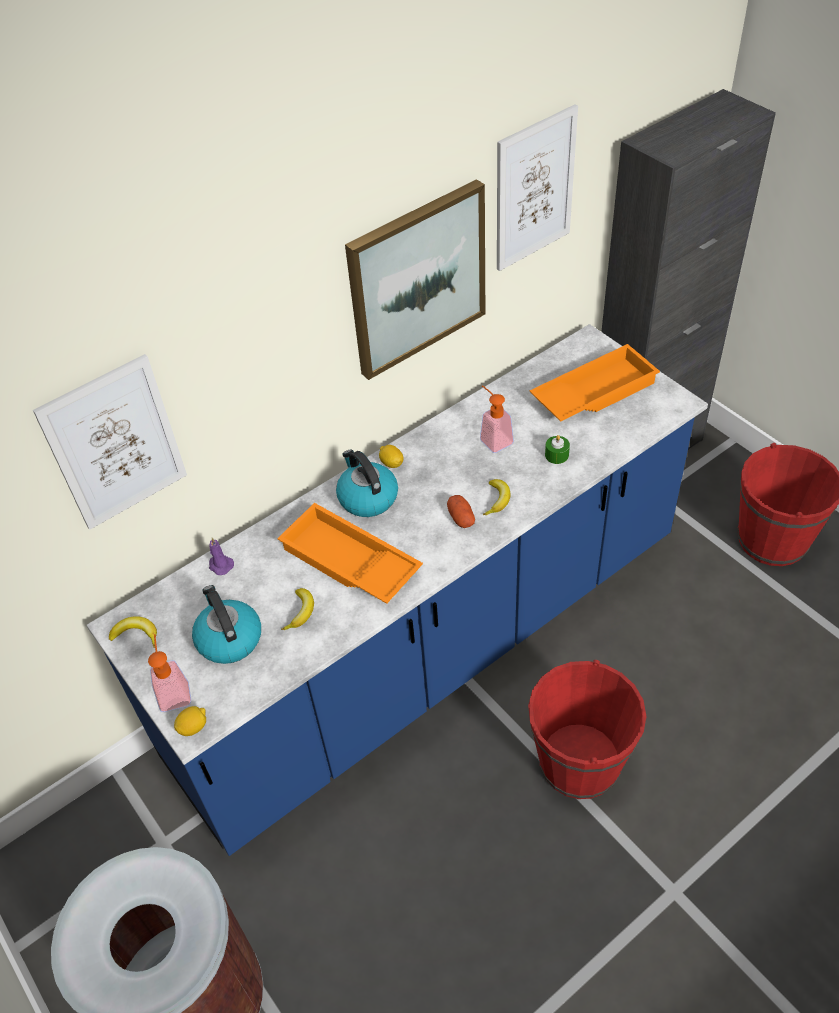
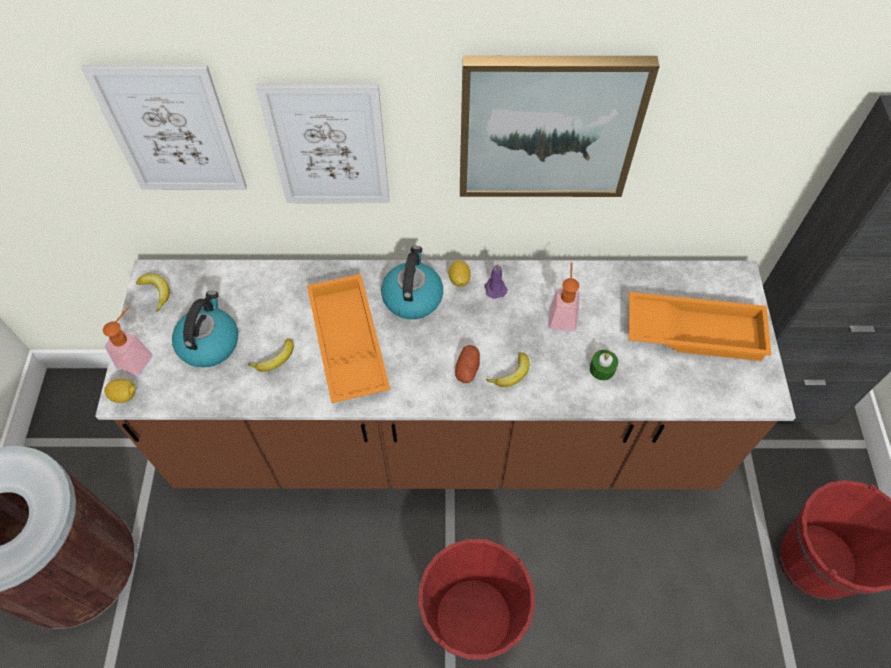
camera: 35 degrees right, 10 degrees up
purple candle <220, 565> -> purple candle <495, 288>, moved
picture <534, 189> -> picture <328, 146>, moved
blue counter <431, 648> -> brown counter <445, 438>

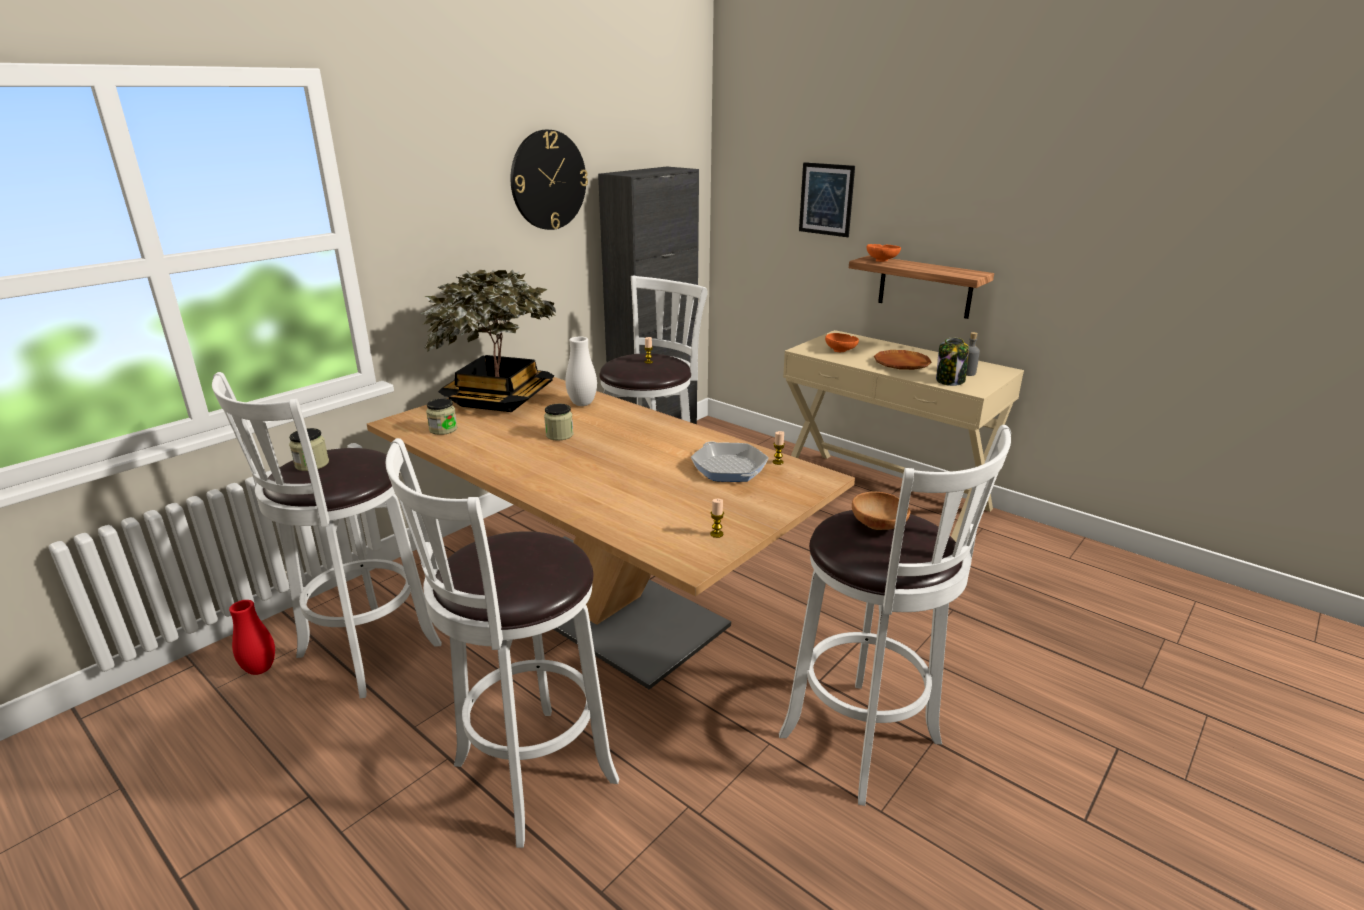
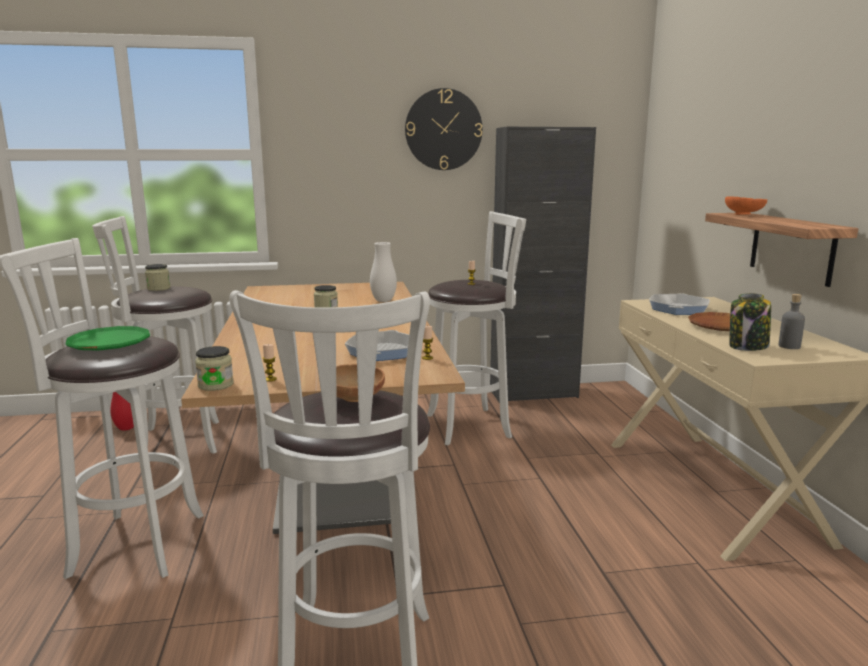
camera: 40 degrees right, 10 degrees down
potted plant <500, 399> -> none
picture <826, 199> -> none
none -> green plate <109, 344>
jar <443, 429> -> jar <215, 385>, moved
orange bowl <841, 351> -> frying pan <678, 309>

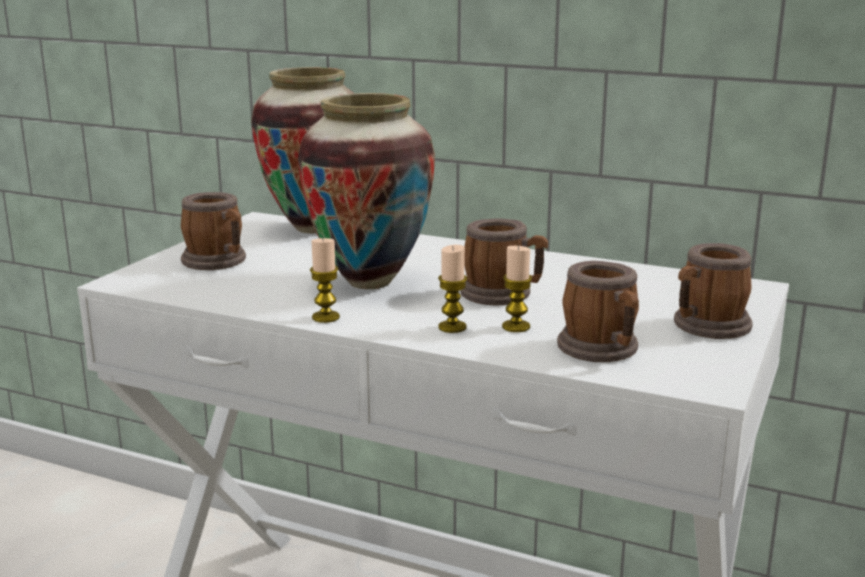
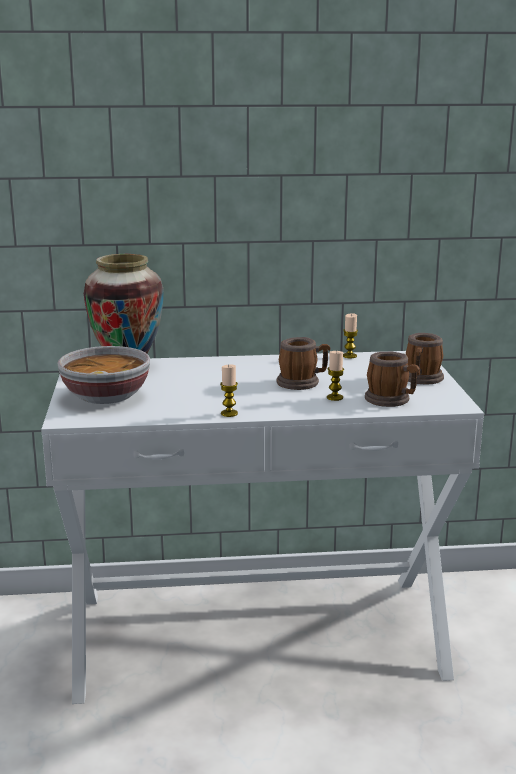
camera: 30 degrees left, 0 degrees up
vase <369, 282> -> none
candle <452, 327> -> candle <349, 356>, moved
mug <218, 262> -> bowl <106, 396>

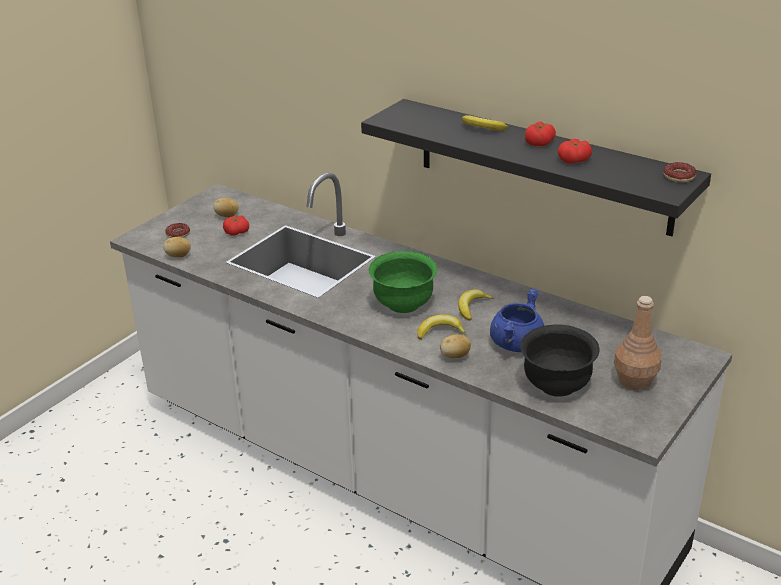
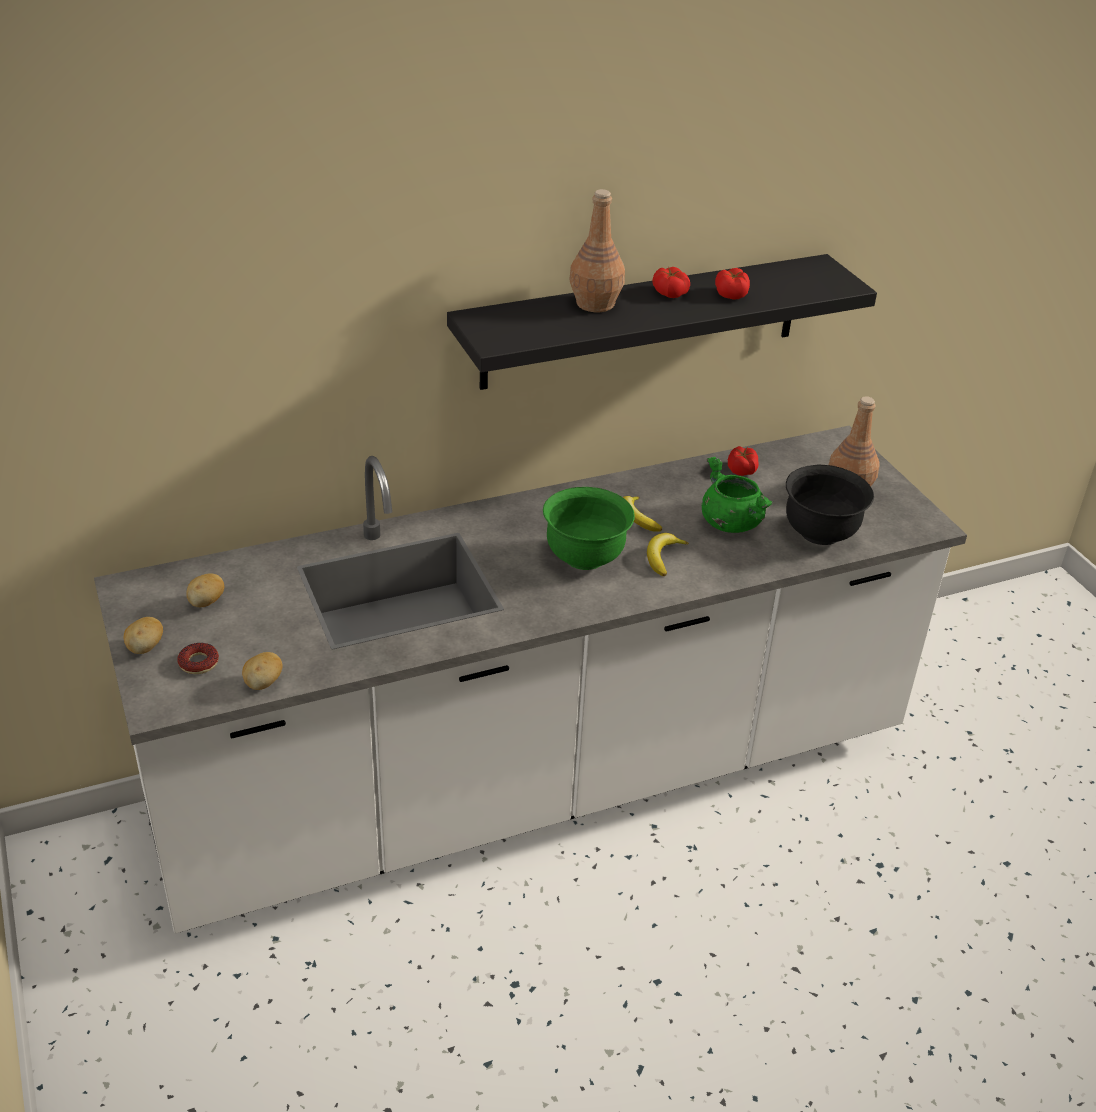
camera: 60 degrees left, 5 degrees up
donut <679, 176> -> none
tomato <236, 232> -> tomato <741, 469>, moved
potato <455, 356> -> potato <145, 648>, moved
banana <482, 128> -> brown bottle <595, 304>
blue cooking pot <516, 344> -> green cooking pot <730, 523>

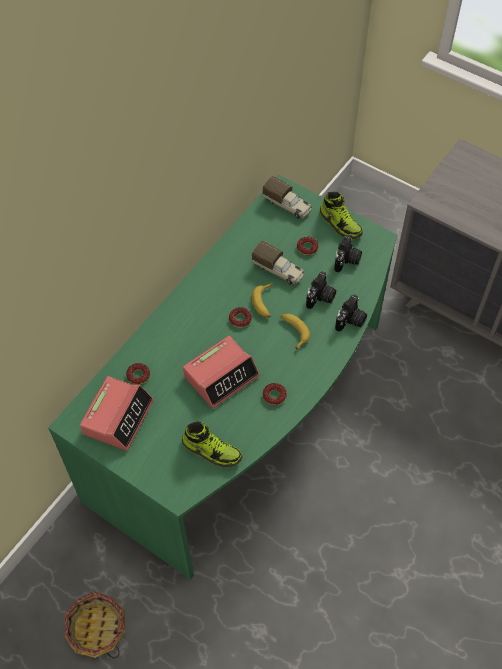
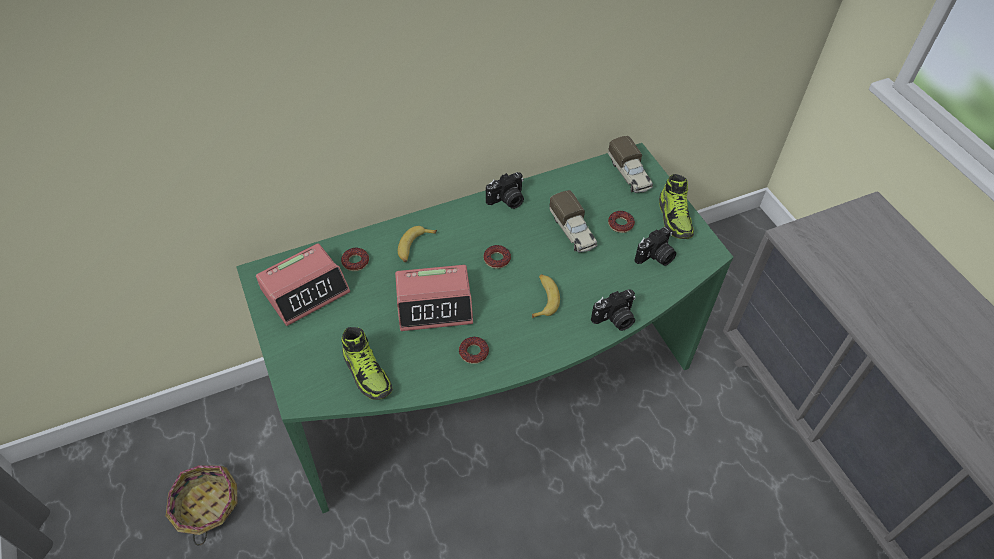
camera: 30 degrees right, 5 degrees down
banana <264, 303> -> banana <414, 247>, moved
photo camera <321, 298> -> photo camera <507, 200>, moved

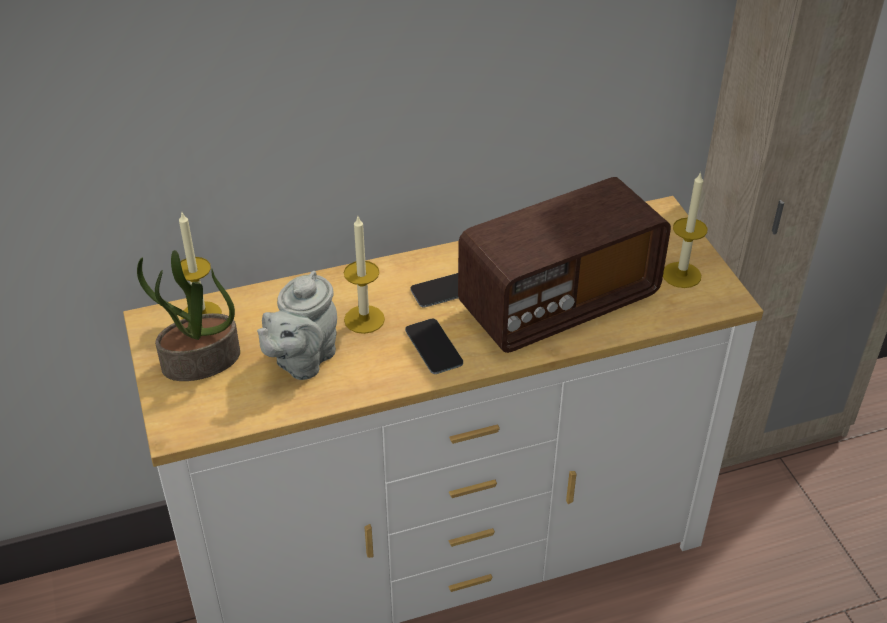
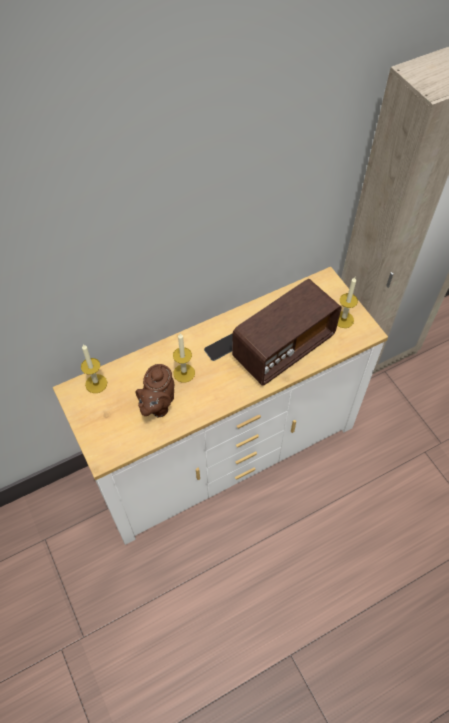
camera: 10 degrees left, 15 degrees up
potted plant <200, 362> -> none
phone <433, 347> -> none
grey teapot <302, 360> -> brown teapot <157, 404>

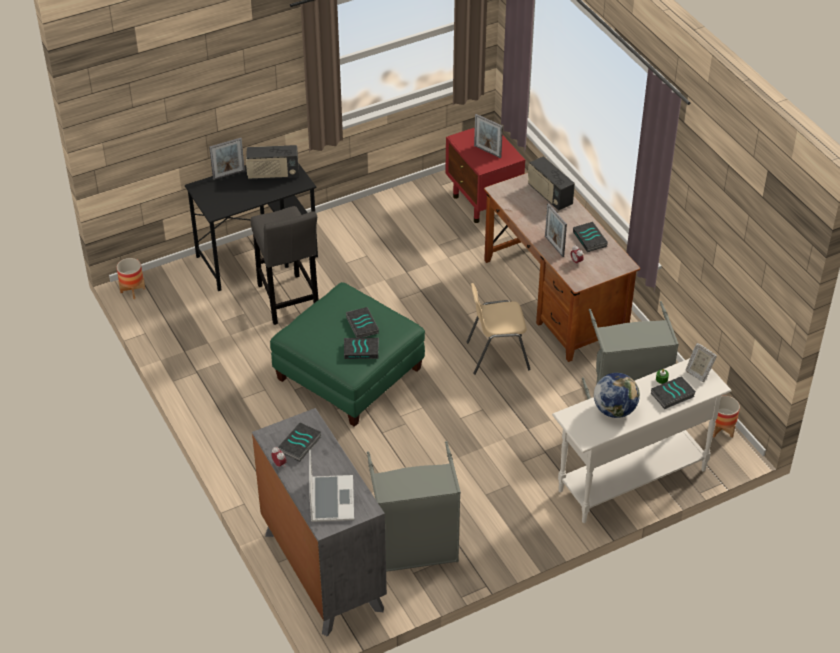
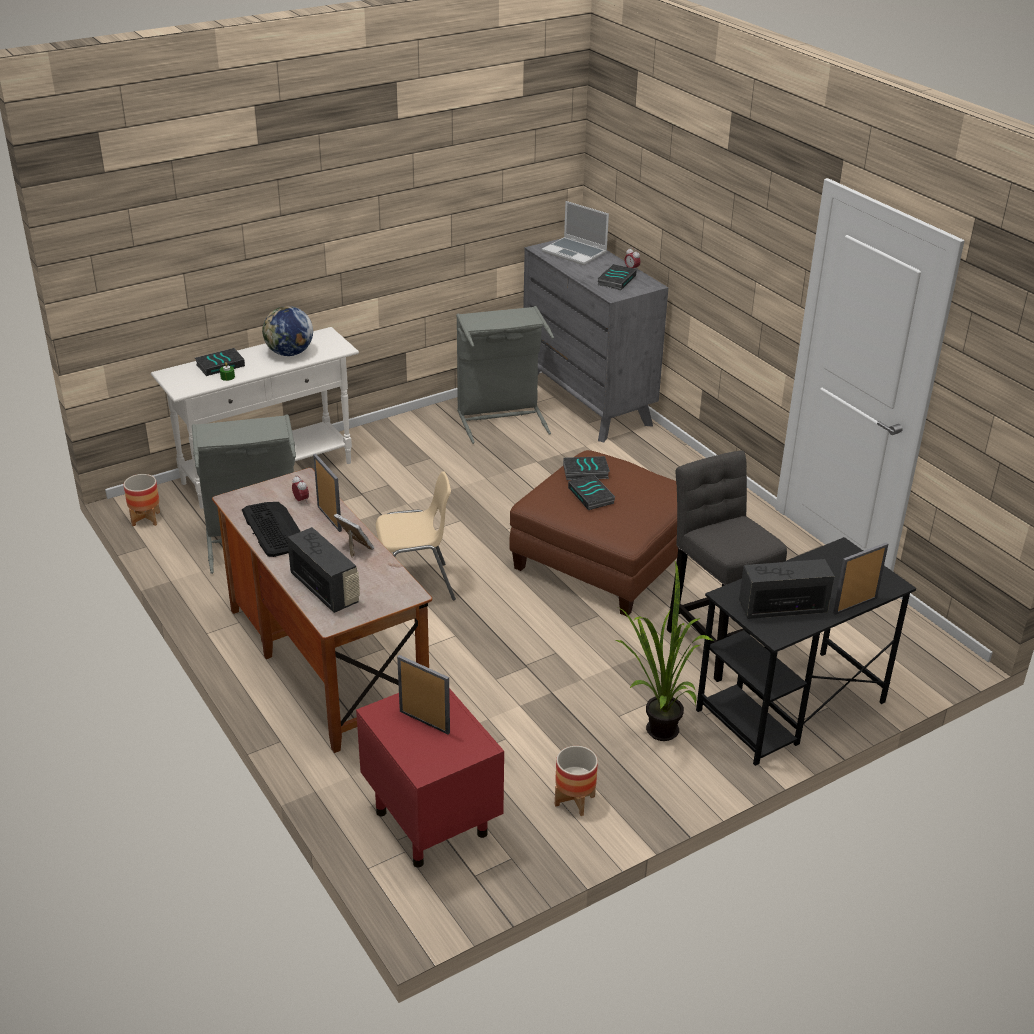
camera: 175 degrees right, 10 degrees down
none -> potted plant <654, 732>
planter <133, 290> -> planter <574, 801>, moved
picture frame <698, 372> -> picture frame <355, 549>, moved
book <590, 239> -> keyboard <273, 529>
green ottoman <348, 373> -> brown ottoman <605, 559>
laptop <331, 499> -> laptop <575, 252>, 45 degrees counterclockwise

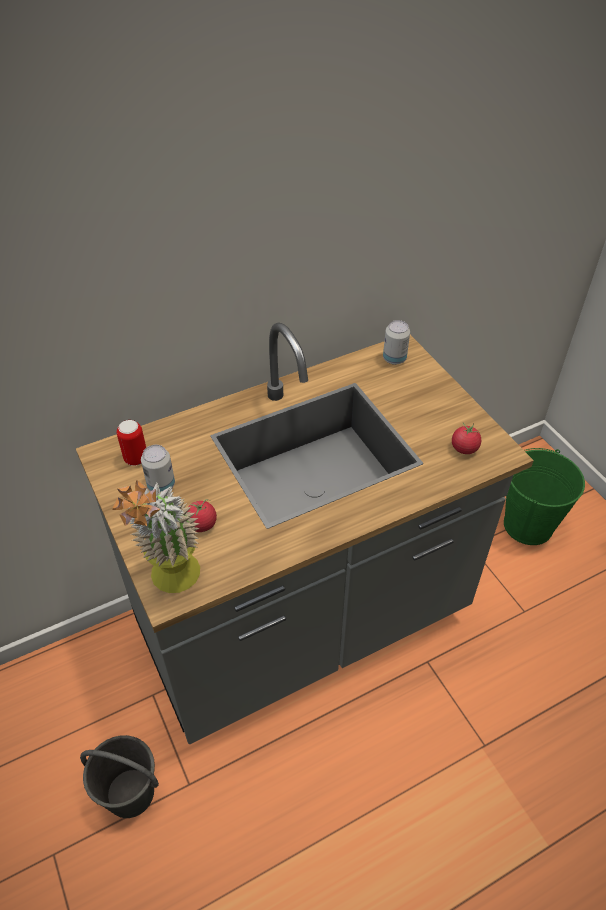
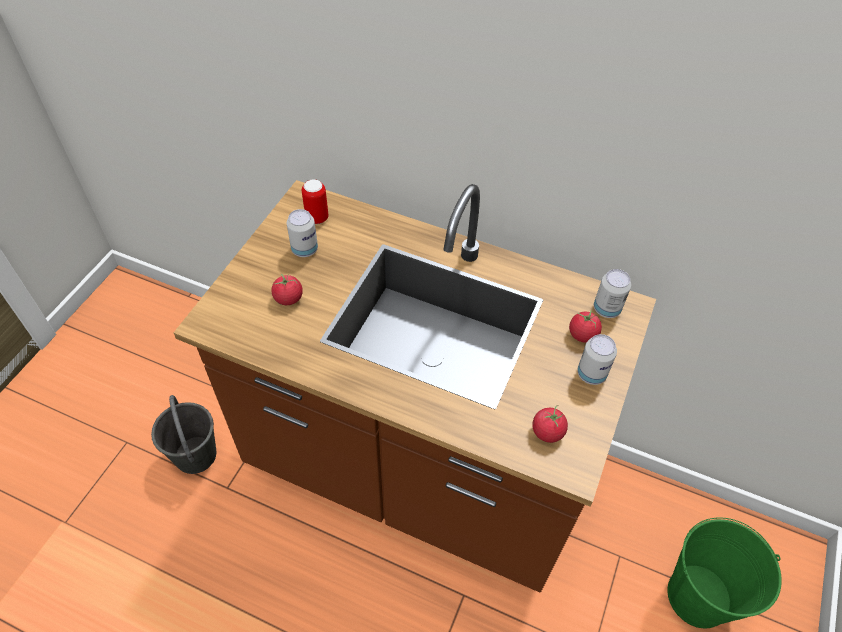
camera: 50 degrees right, 5 degrees up
potted plant <172, 584> -> none
none -> tomato <582, 334>
none -> can <591, 374>
grey counter <303, 623> -> brown counter <416, 470>

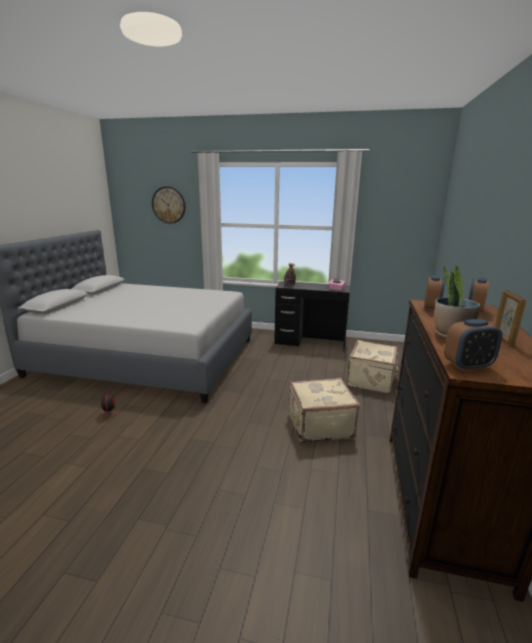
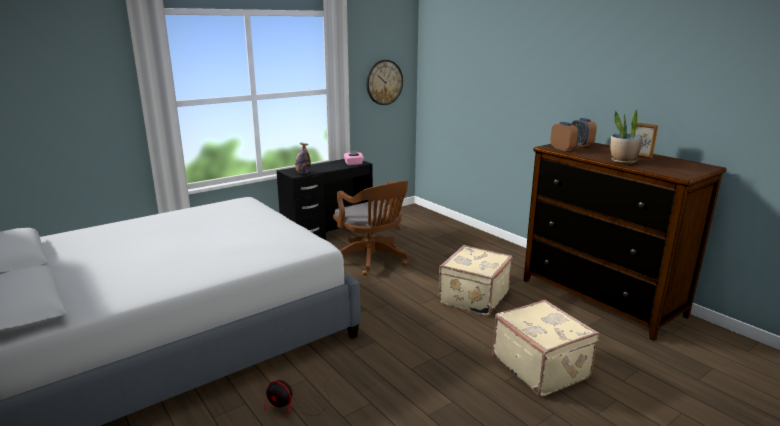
camera: 50 degrees left, 0 degrees up
alarm clock <468, 366> -> none
none -> brown office chair <372, 260>
wall clock <168, 205> -> wall clock <384, 82>, moved
beige suitcase <372, 380> -> beige suitcase <541, 367>, moved

